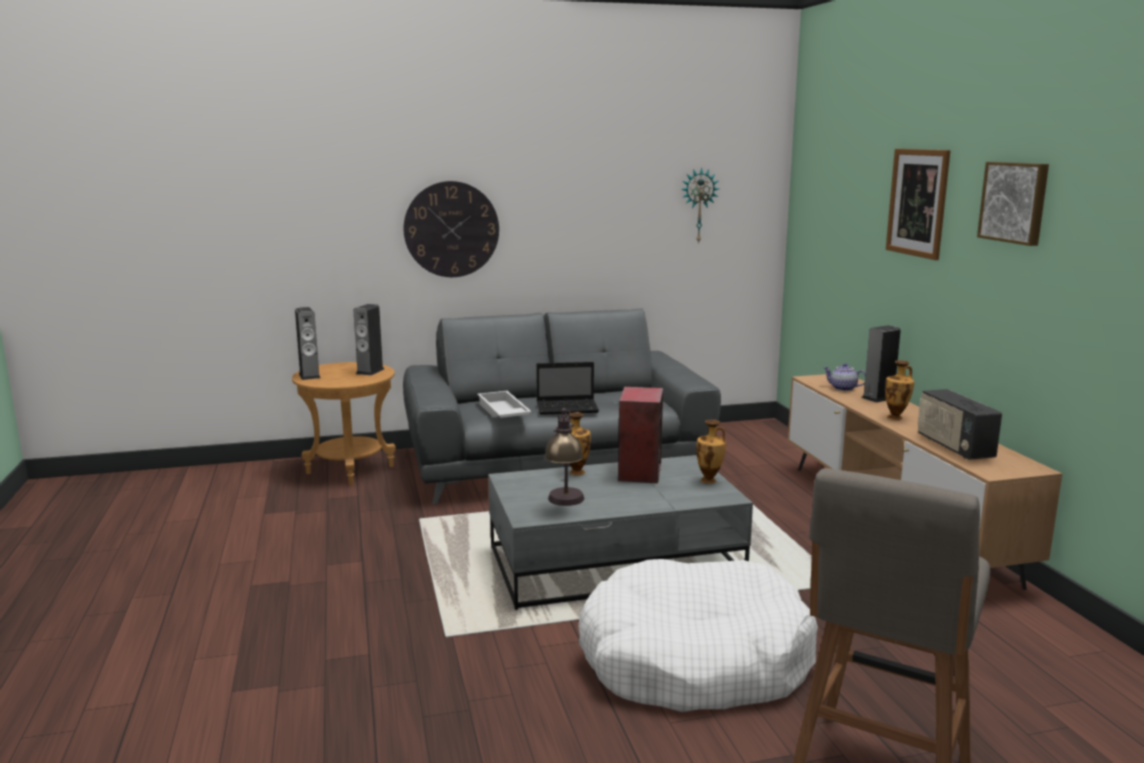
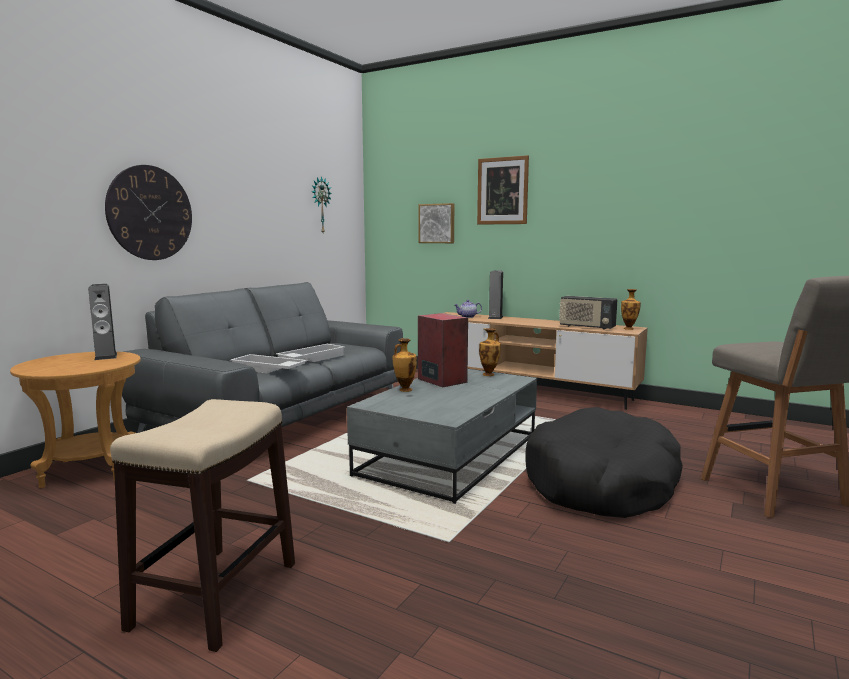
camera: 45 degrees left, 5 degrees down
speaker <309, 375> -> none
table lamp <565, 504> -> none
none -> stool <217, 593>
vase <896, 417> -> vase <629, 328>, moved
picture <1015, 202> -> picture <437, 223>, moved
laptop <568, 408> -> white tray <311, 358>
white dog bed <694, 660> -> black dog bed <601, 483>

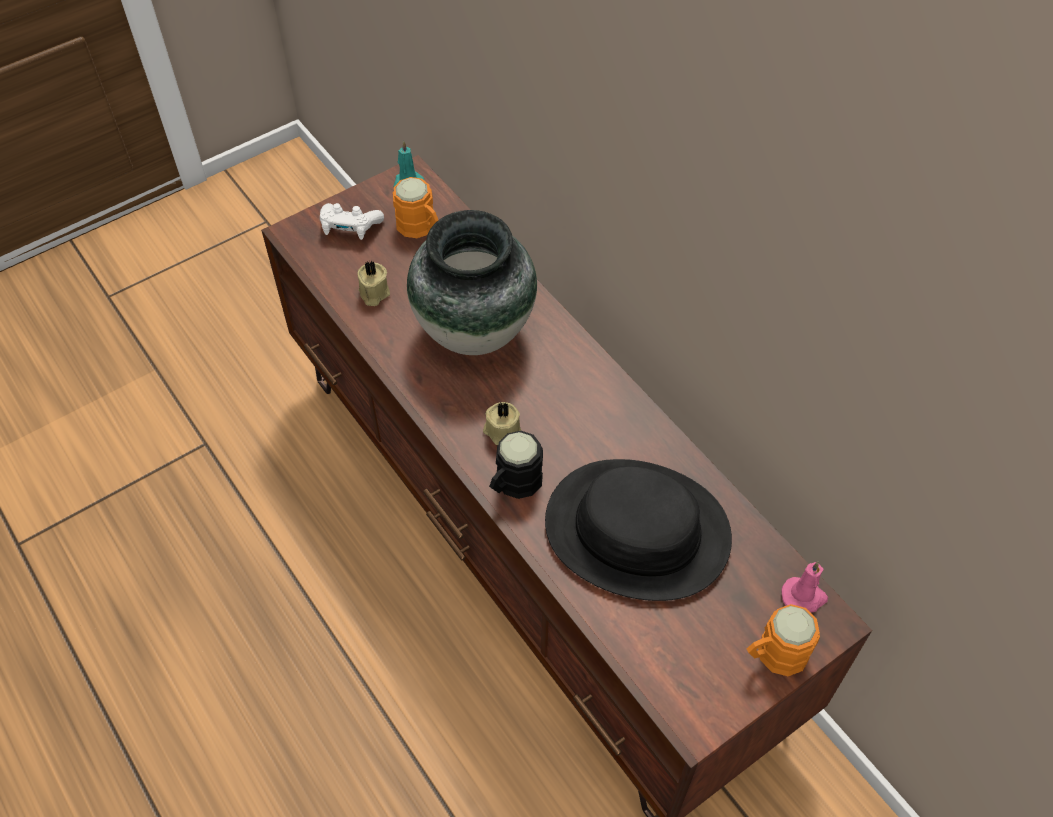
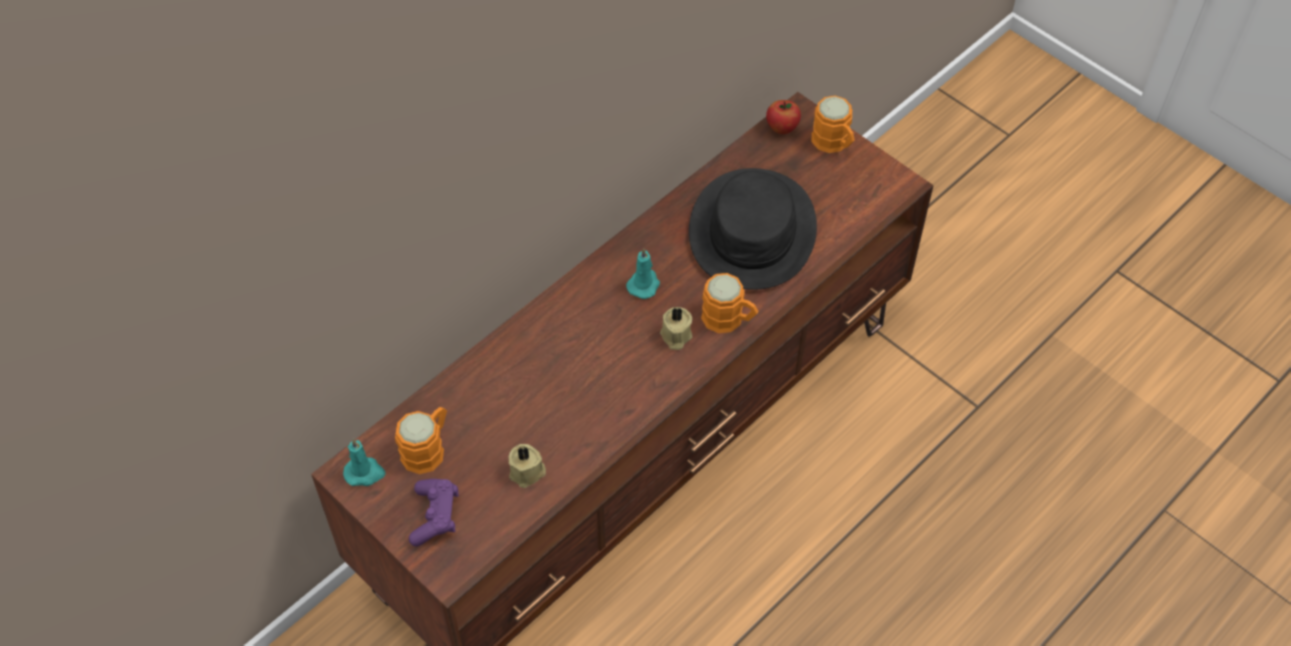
camera: 100 degrees left, 0 degrees up
vase <474, 330> -> none
none -> turquoise candle <644, 284>
pink candle <804, 596> -> apple <782, 128>
white game controller <350, 228> -> purple game controller <435, 516>
black mug <513, 484> -> orange mug <729, 319>

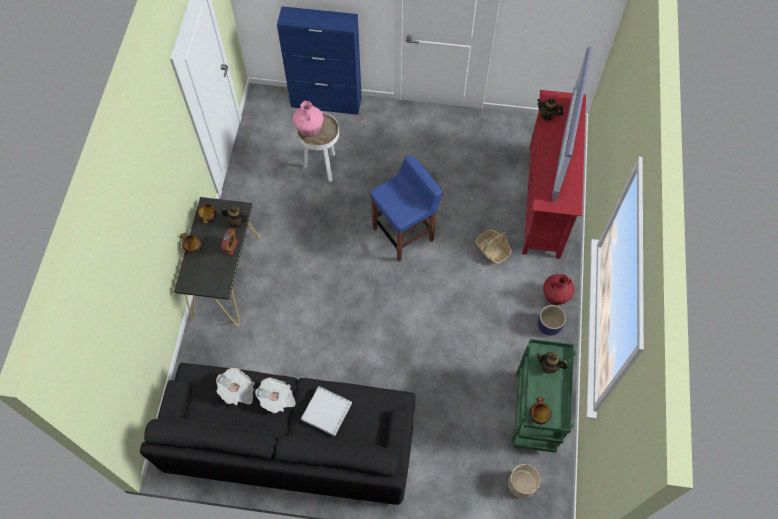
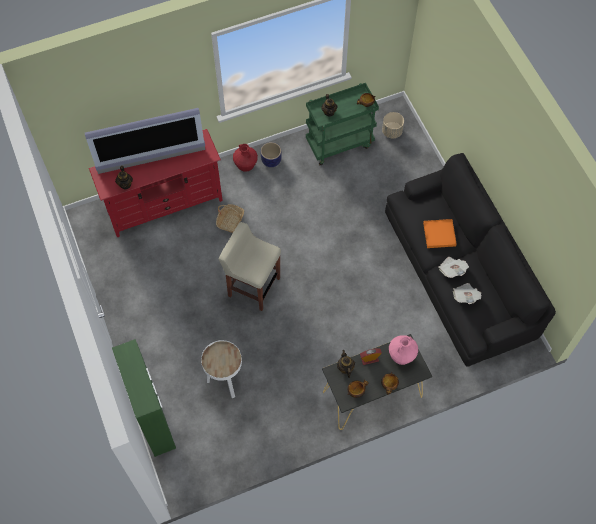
camera: 120 degrees left, 0 degrees up
pink vase <310, 131> -> pink vase <401, 356>, moved
blue cabinet <326, 102> -> green cabinet <154, 419>
white tray <326, 412> -> orange tray <439, 234>
blue stool <404, 234> -> beige stool <253, 286>

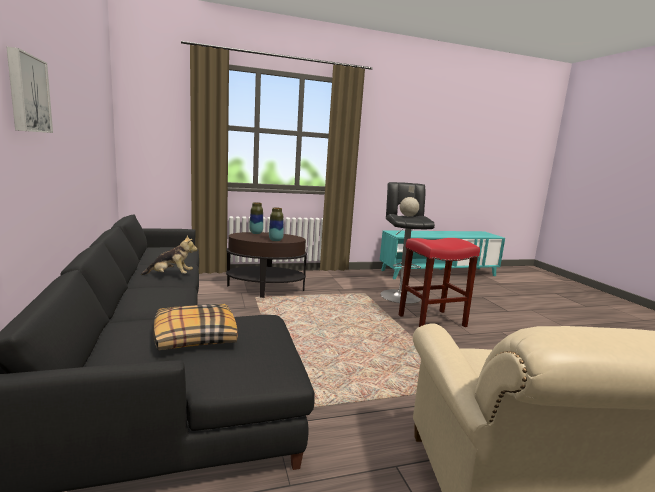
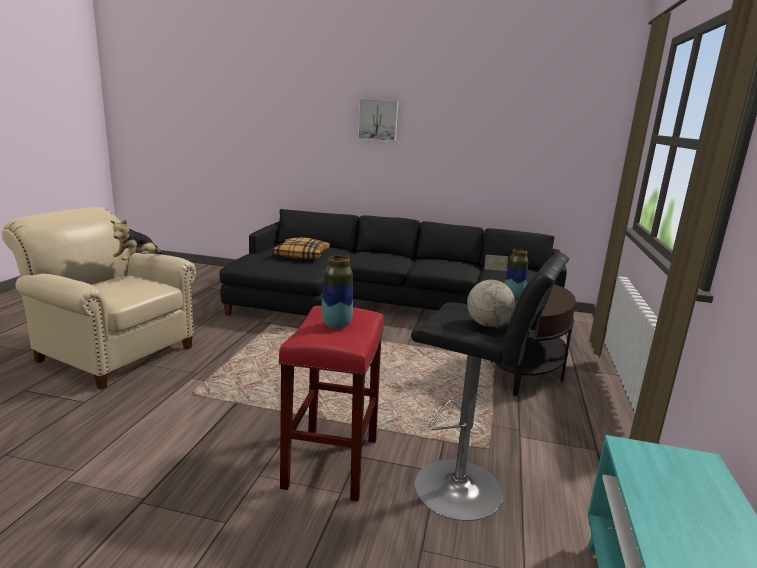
camera: 120 degrees right, 5 degrees up
plush toy <170, 276> -> plush toy <137, 260>, moved
vase <256, 233> -> vase <336, 325>, moved

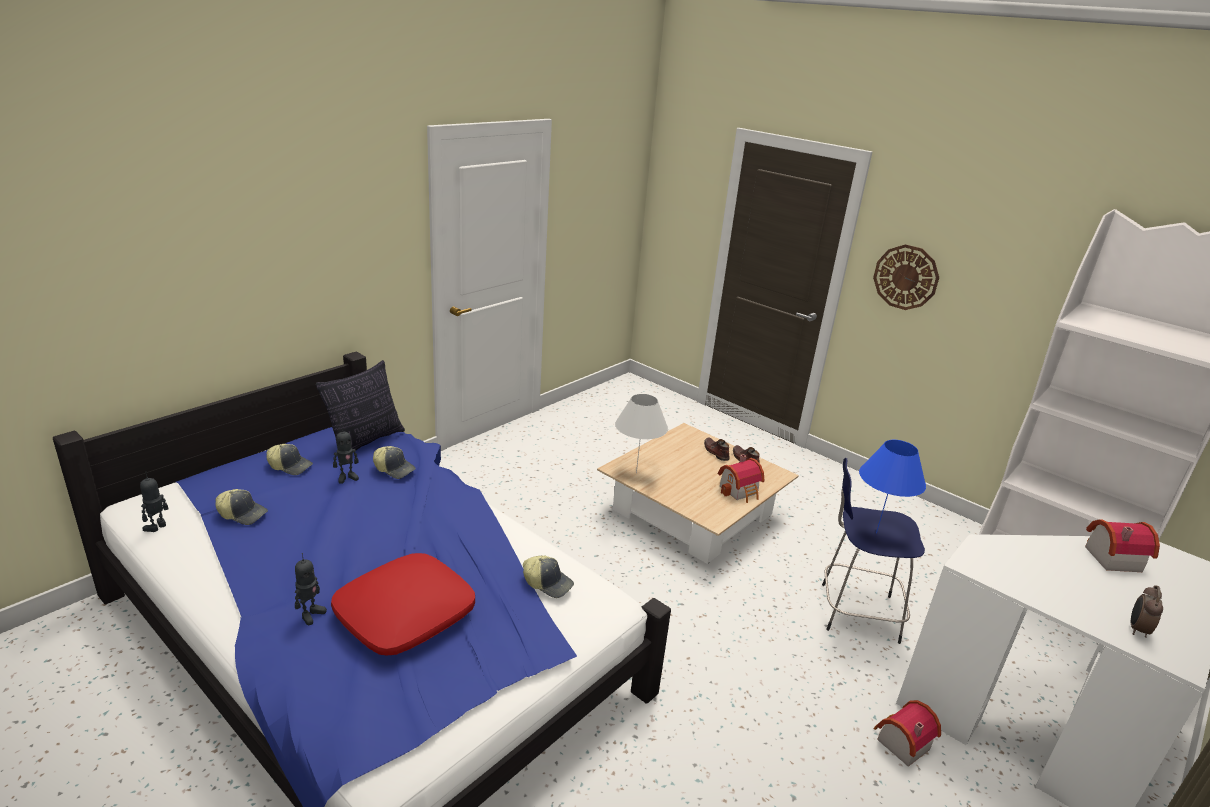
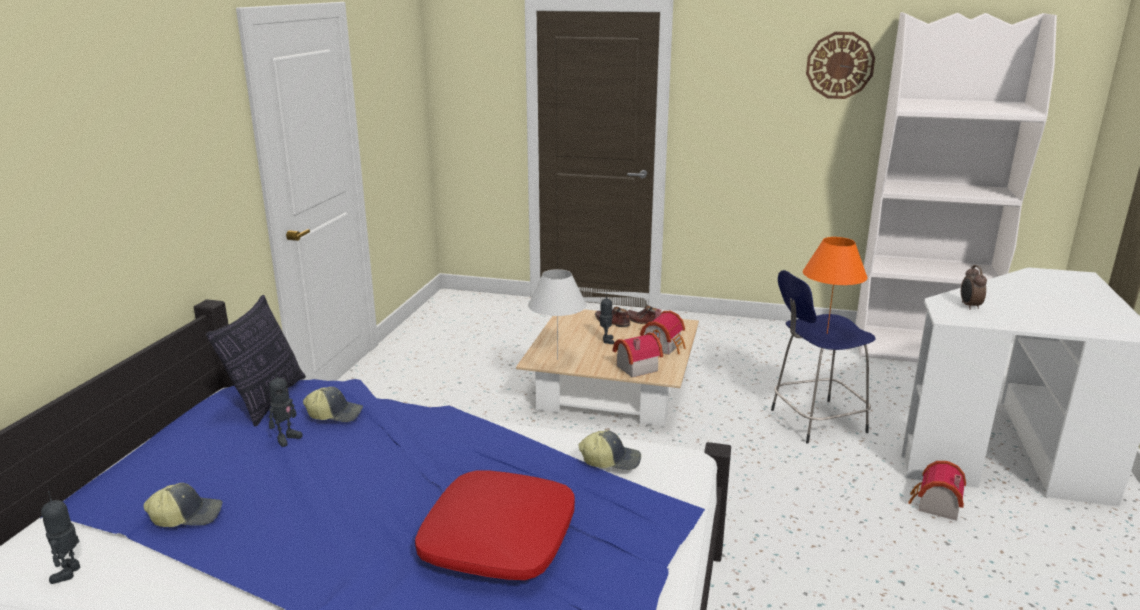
camera: 25 degrees left, 5 degrees down
cap <290, 466> -> none
toy robot <310, 614> -> toy robot <606, 340>, moved
wall clock <906, 277> -> wall clock <840, 65>, moved
toy house <1109, 557> -> toy house <634, 367>, moved
alarm clock <1137, 629> -> alarm clock <969, 306>, moved
blue table lamp <876, 533> -> orange table lamp <827, 333>

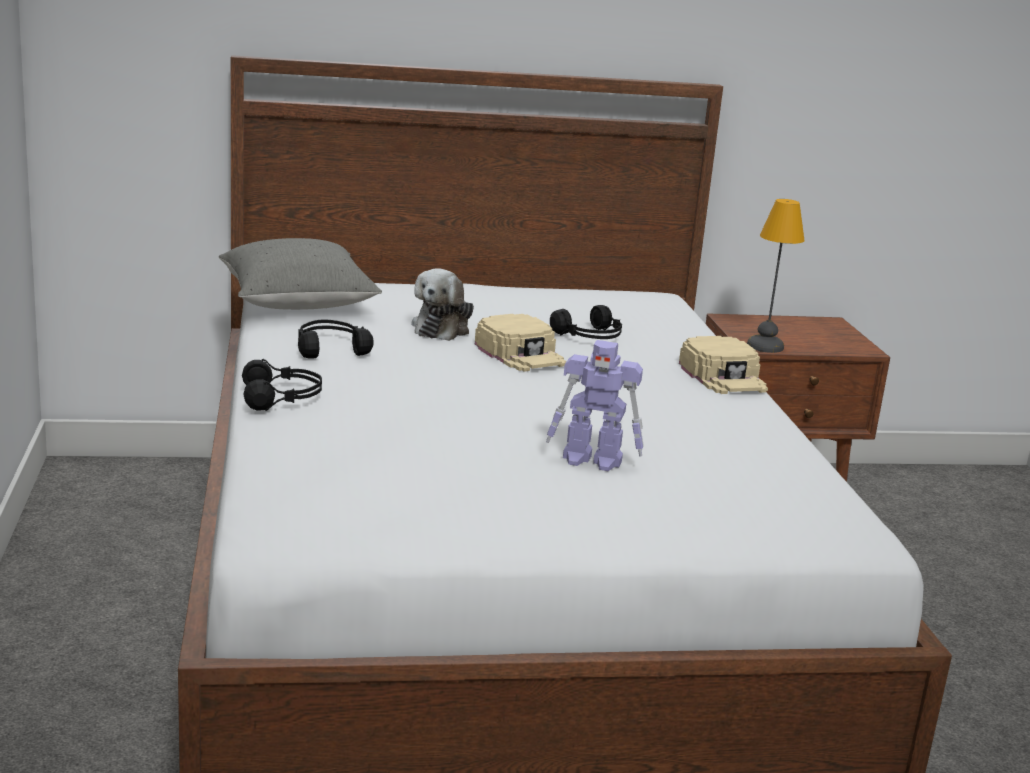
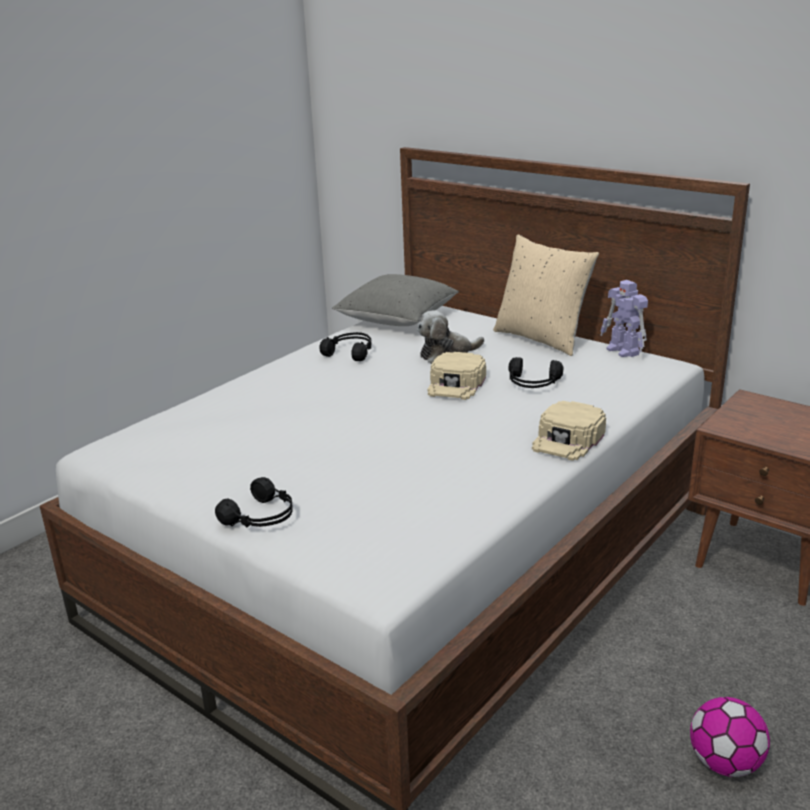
camera: 50 degrees right, 5 degrees up
table lamp <764, 346> -> none
none -> beige pillow <541, 338>
none -> football <724, 763>
black headphones <282, 398> -> black headphones <262, 517>, moved
toy robot <593, 460> -> toy robot <623, 351>, moved

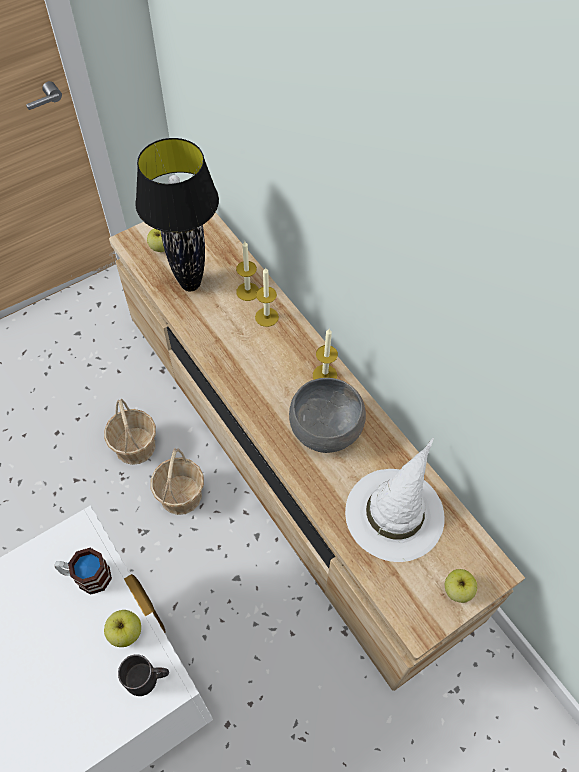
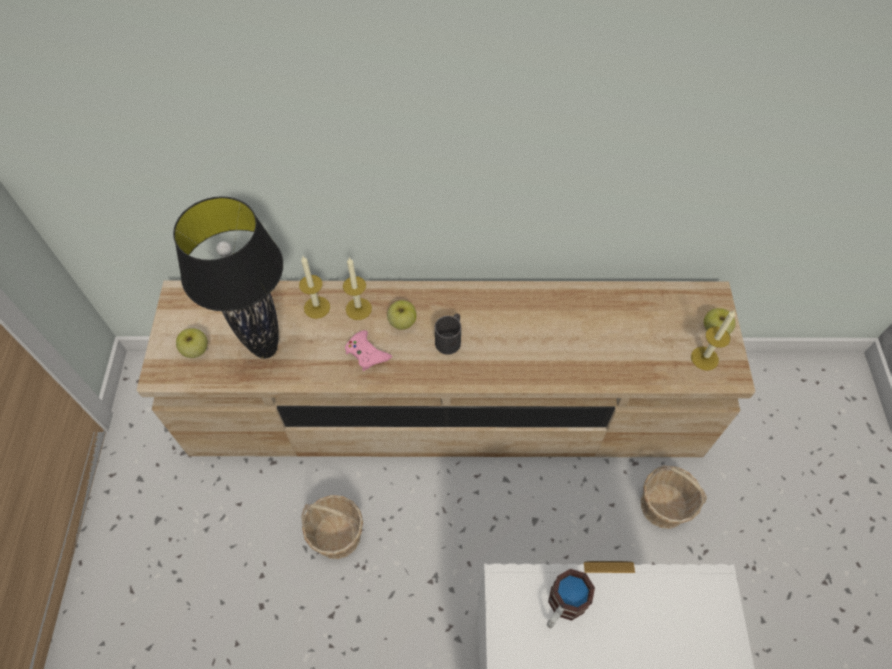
camera: 55 degrees left, 0 degrees up
grey bowl <326, 429> -> none
white hat <395, 512> -> none
none -> pink game controller <366, 353>
apple <125, 632> -> apple <402, 322>, moved
black mug <148, 678> -> black mug <450, 338>, moved
basket <181, 494> -> basket <663, 505>, moved
candle <324, 375> -> candle <704, 358>, moved

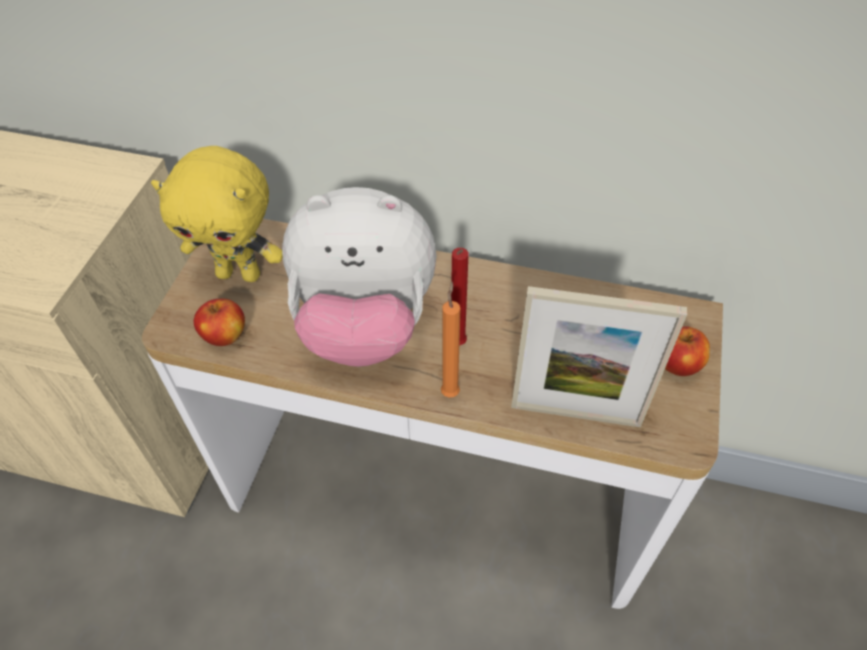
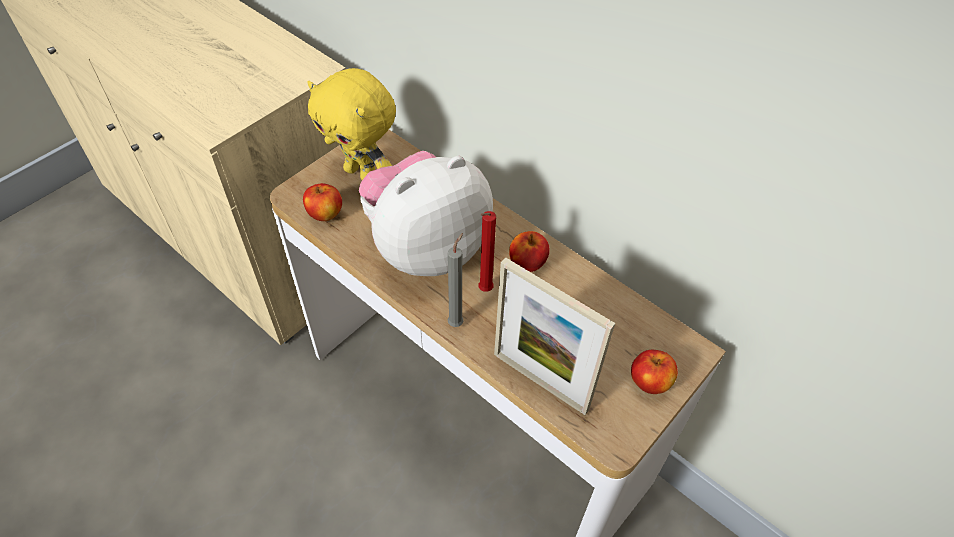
camera: 25 degrees right, 0 degrees up
none -> apple <527, 263>
orange candle <450, 391> -> grey candle <457, 322>
plush toy <365, 325> -> plush toy <426, 247>, 120 degrees clockwise

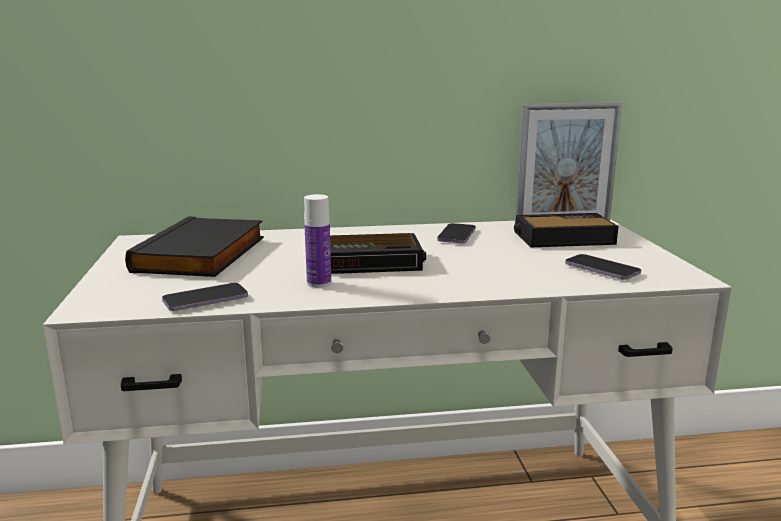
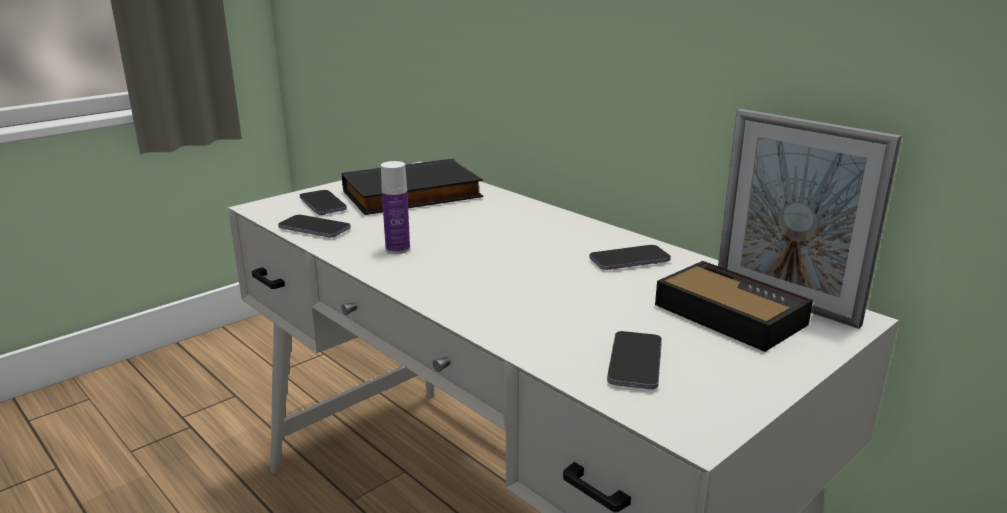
camera: 55 degrees right, 5 degrees up
alarm clock <373, 262> -> none
none -> phone <323, 204>

